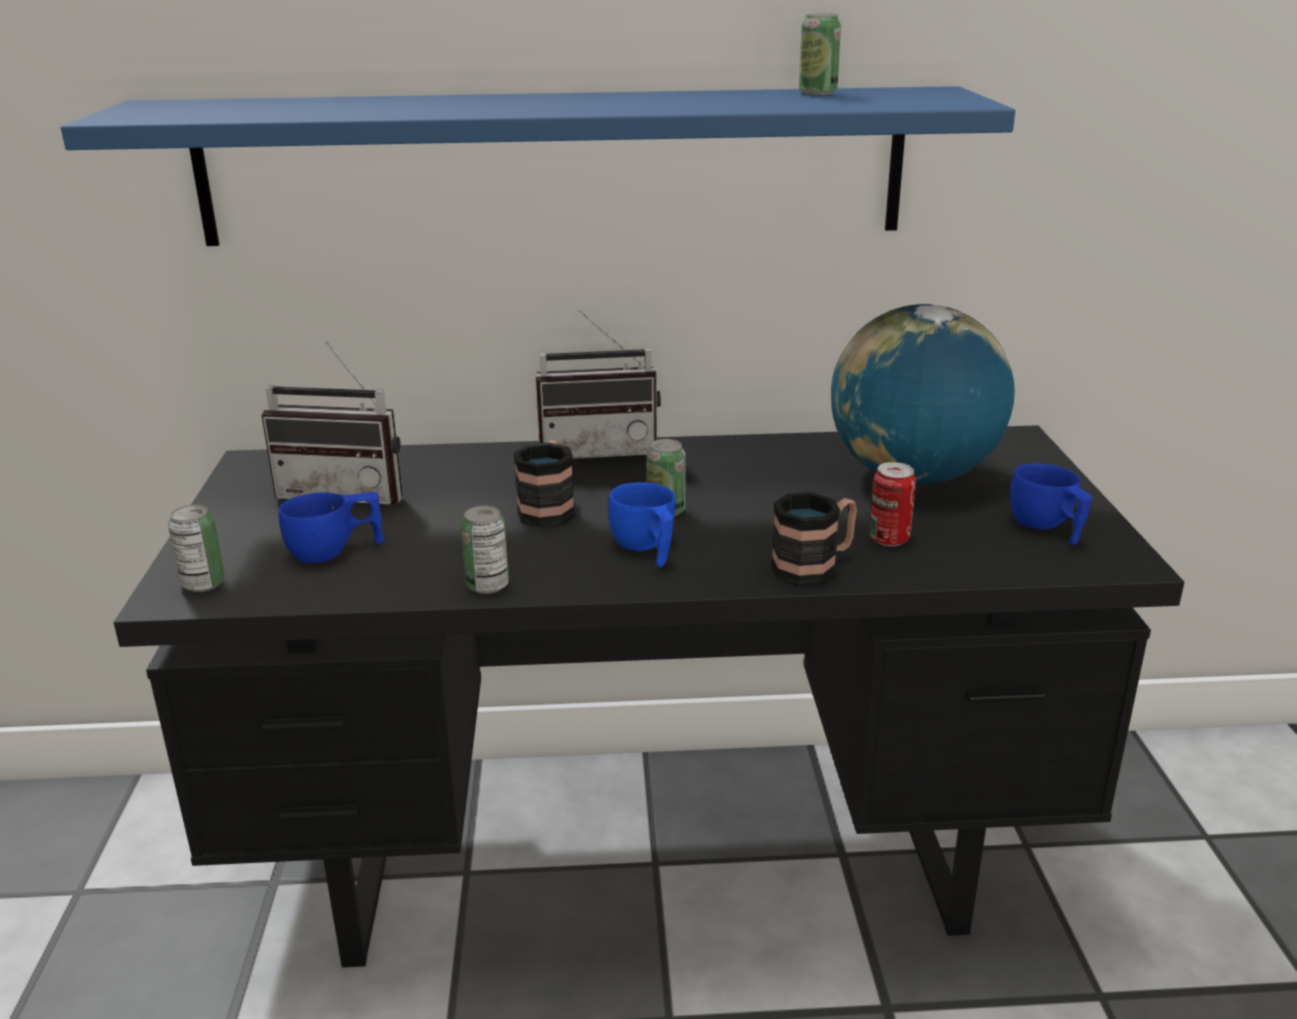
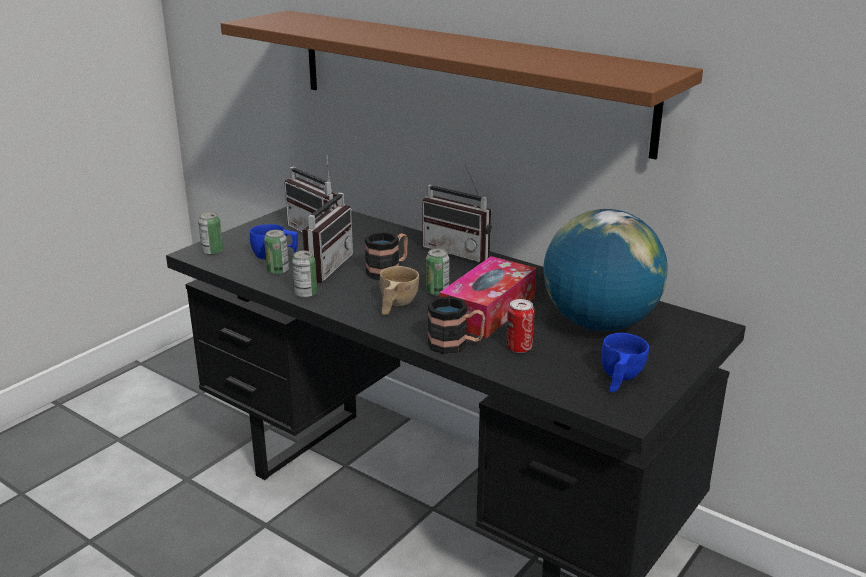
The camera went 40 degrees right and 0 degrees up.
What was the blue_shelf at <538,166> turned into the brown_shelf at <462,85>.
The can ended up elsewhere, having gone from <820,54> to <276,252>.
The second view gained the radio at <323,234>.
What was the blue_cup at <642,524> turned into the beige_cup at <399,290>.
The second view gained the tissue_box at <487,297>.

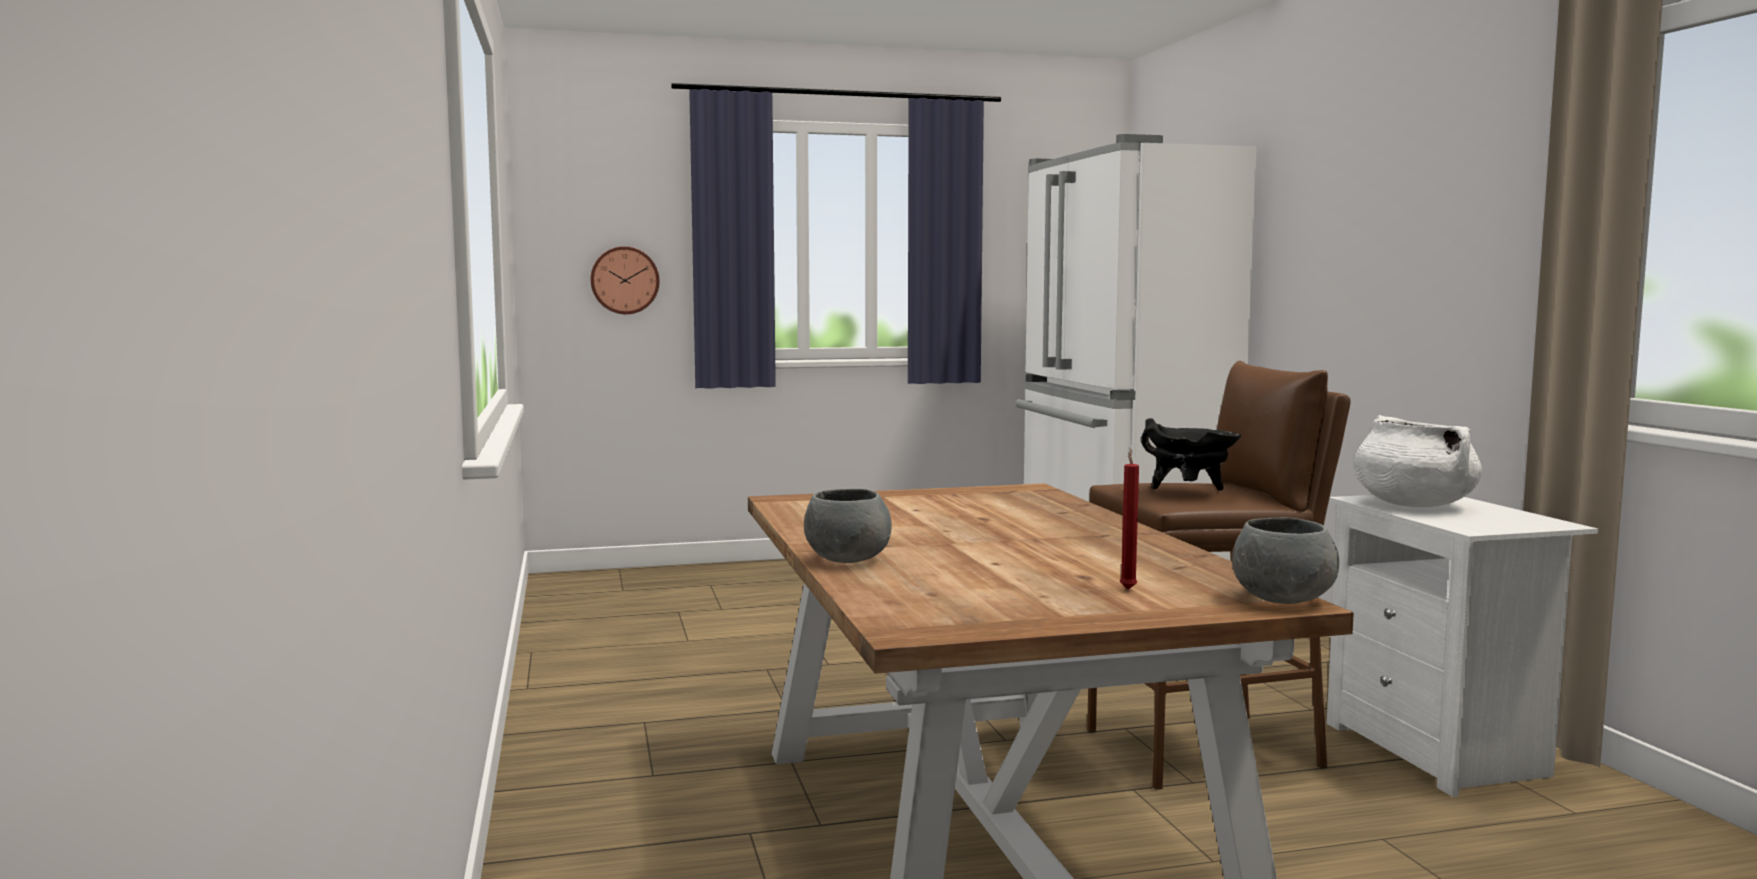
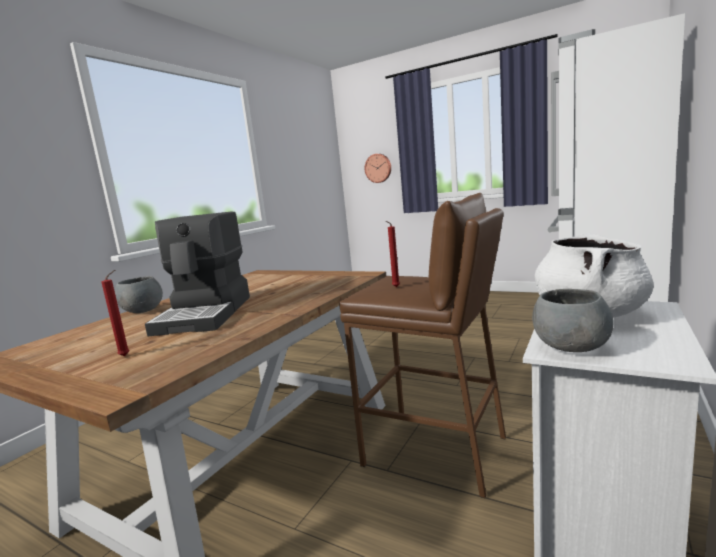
The camera went 45 degrees right and 5 degrees up.
The second view gained the coffee_machine at <197,273>.
Where the black_cooking_pot stood at <1191,454>, the red_candle came to stand at <393,254>.
The grey_bowl ended up elsewhere, having gone from <1285,561> to <573,320>.

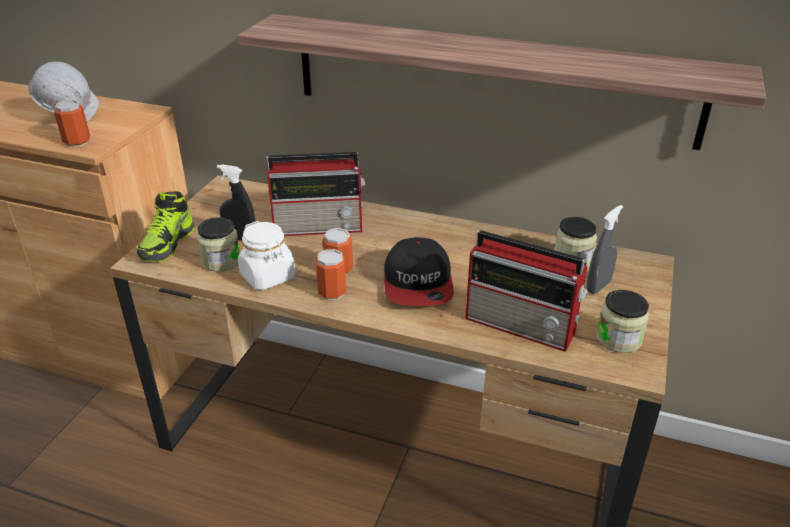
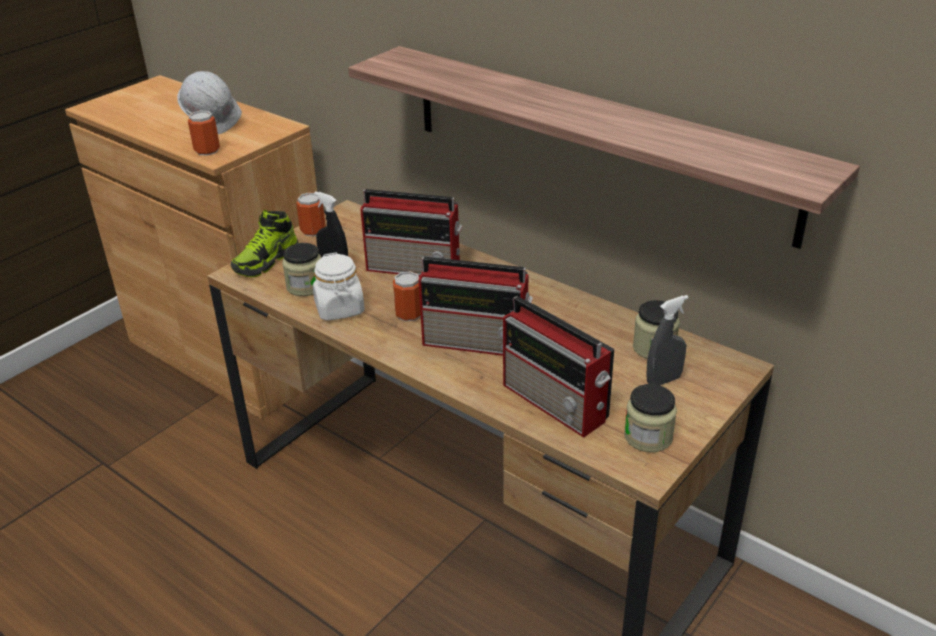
The camera went 20 degrees right and 0 degrees up.
The can ended up elsewhere, having gone from <331,274> to <311,215>.
Where the cap stood at <419,271>, the radio came to stand at <476,306>.

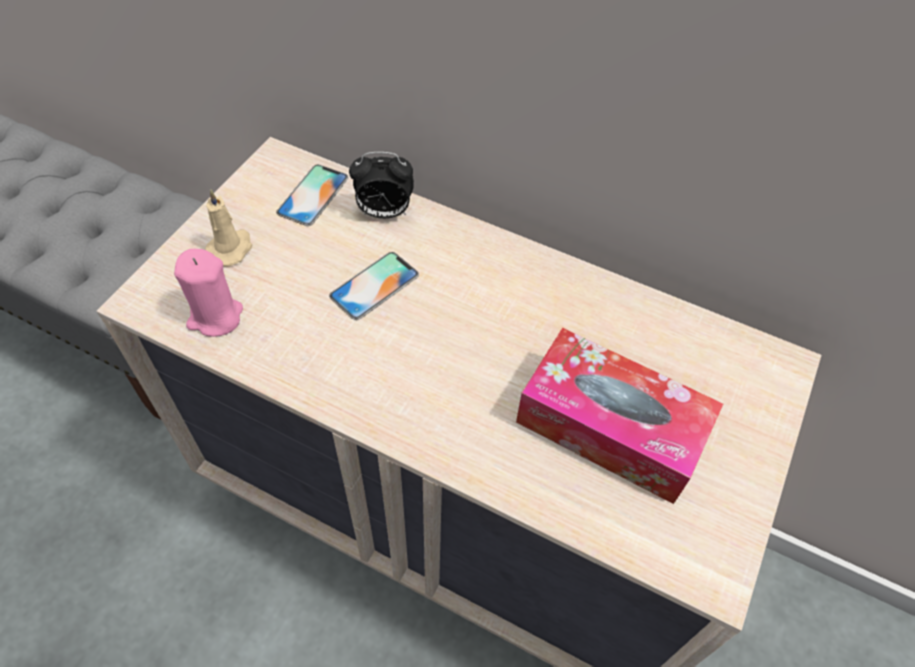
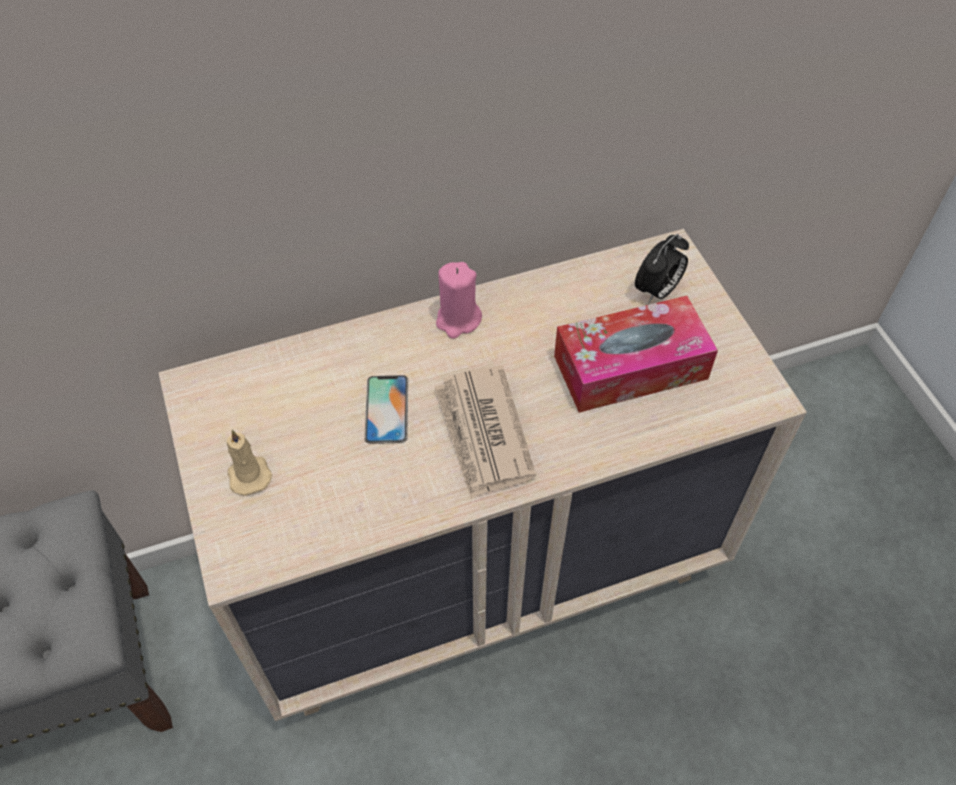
The camera went 45 degrees left and 0 degrees up.
The second view gained the newspaper at <485,432>.
The pink_candle ended up elsewhere, having gone from <208,293> to <459,300>.
The alarm_clock ended up elsewhere, having gone from <381,185> to <662,268>.
The second view lost the phone at <312,195>.

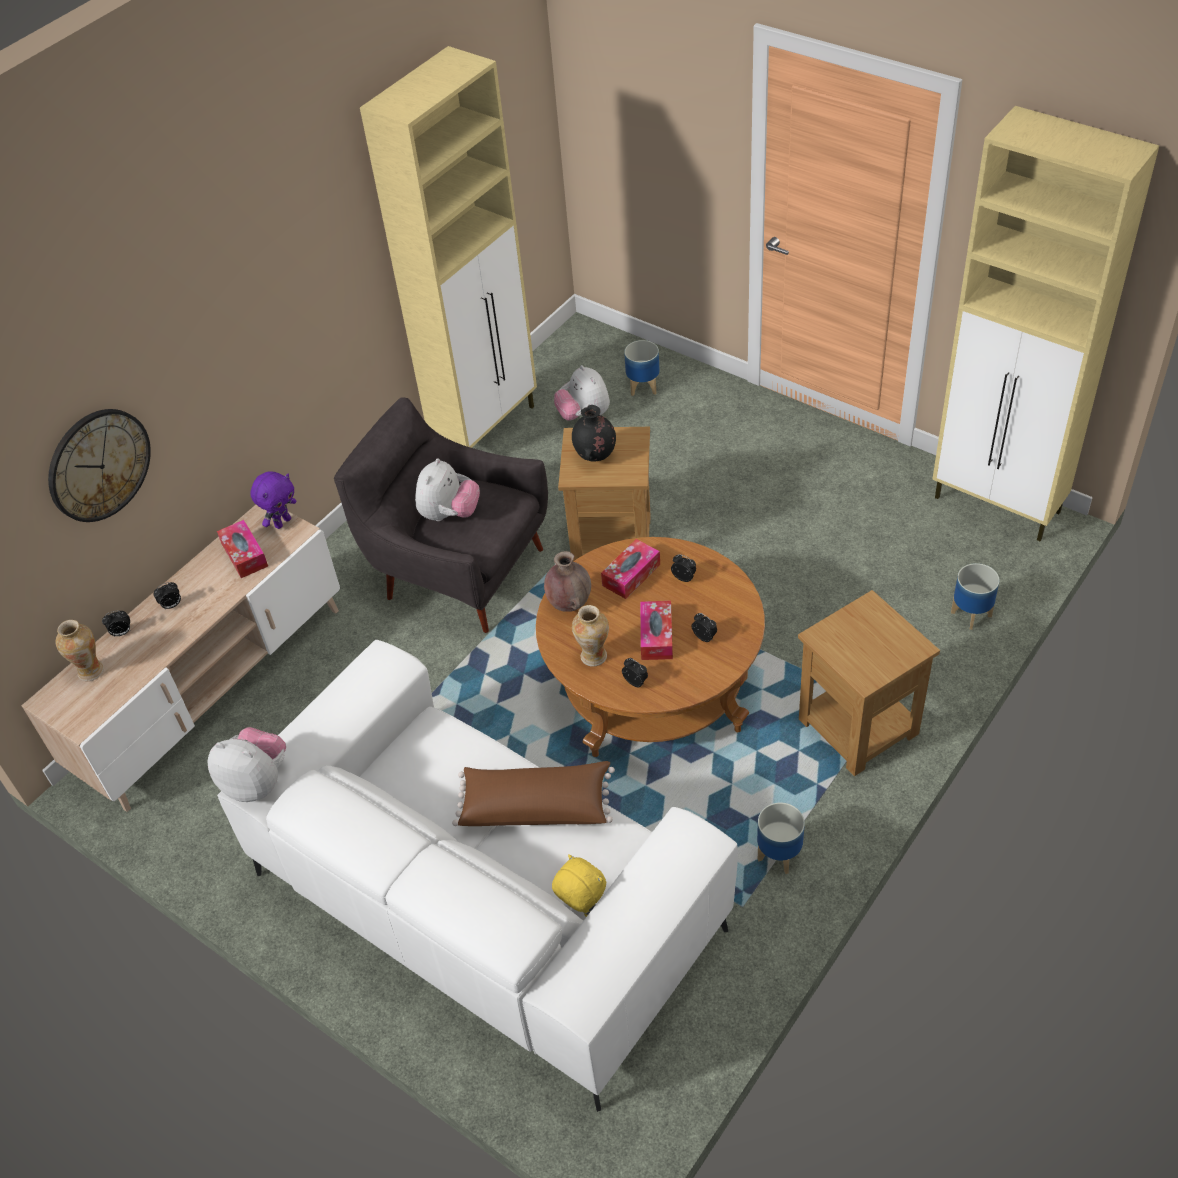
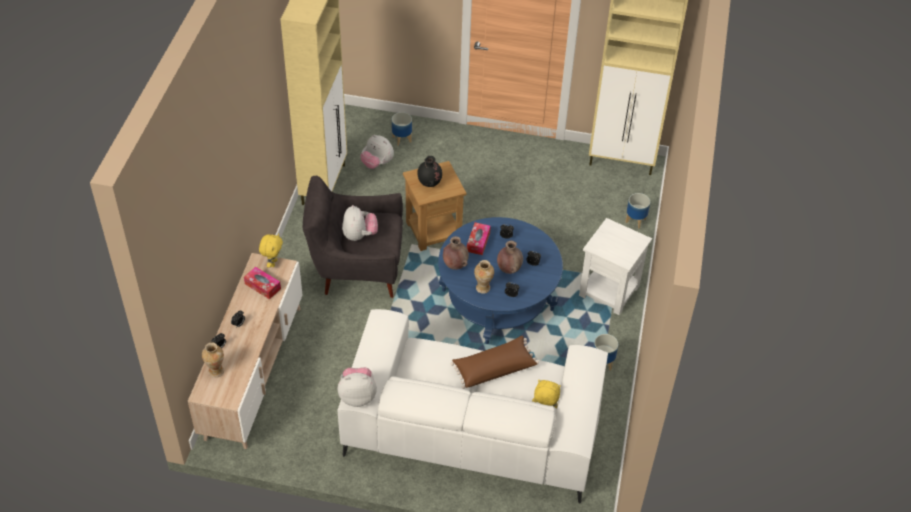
The camera went 30 degrees left and 0 degrees up.
What was the purple_plush_toy at <273,500> turned into the yellow_plush_toy at <271,250>.
What was the brown_coffee_table at <650,647> turned into the blue_coffee_table at <500,280>.
Where the tissue_box stood at <656,630>, the brown_vase came to stand at <510,257>.
What was the brown_side_table at <869,683> turned into the white_side_table at <615,266>.
The second view lost the wall_clock at <99,465>.

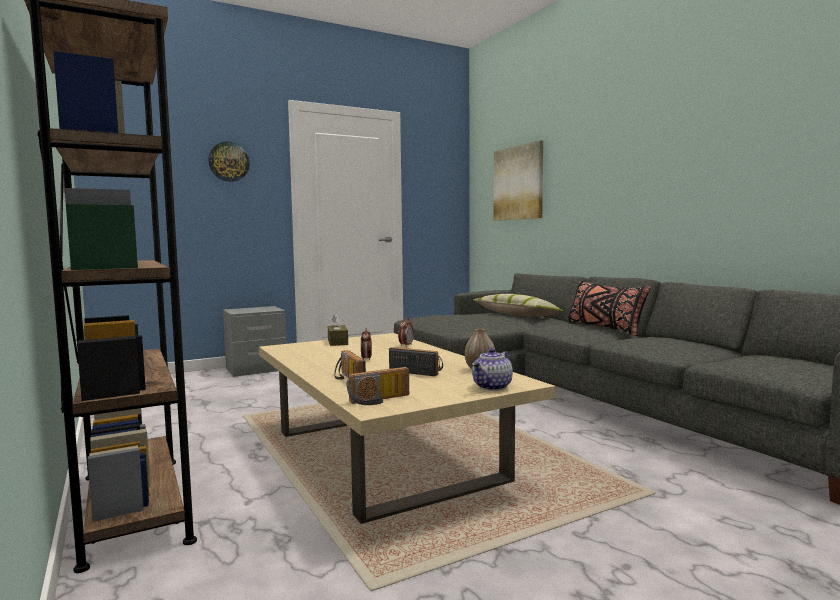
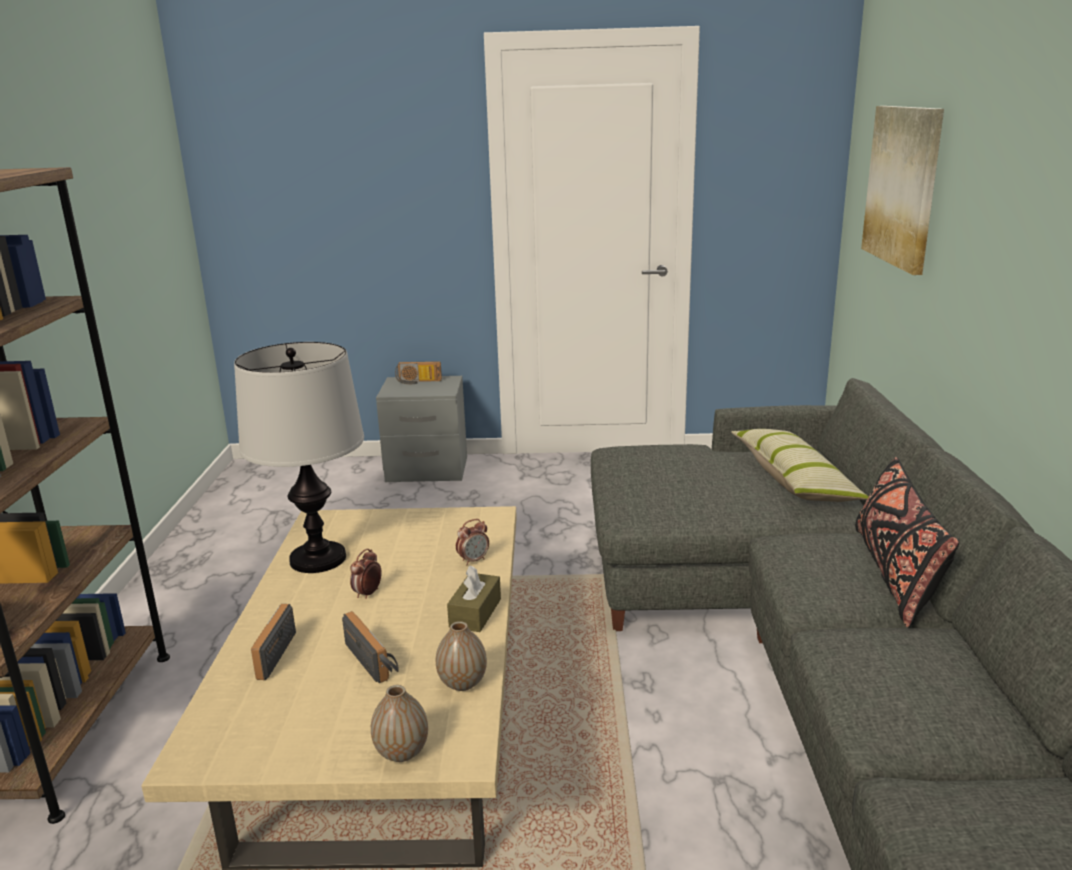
The camera went 30 degrees right and 15 degrees up.
The second view gained the table_lamp at <299,457>.
Where the teapot stood at <492,369>, the vase came to stand at <399,723>.
The radio ended up elsewhere, having gone from <377,386> to <418,372>.
The brown_tissue_box ended up elsewhere, having gone from <338,330> to <474,598>.
The second view lost the wall_clock at <229,162>.

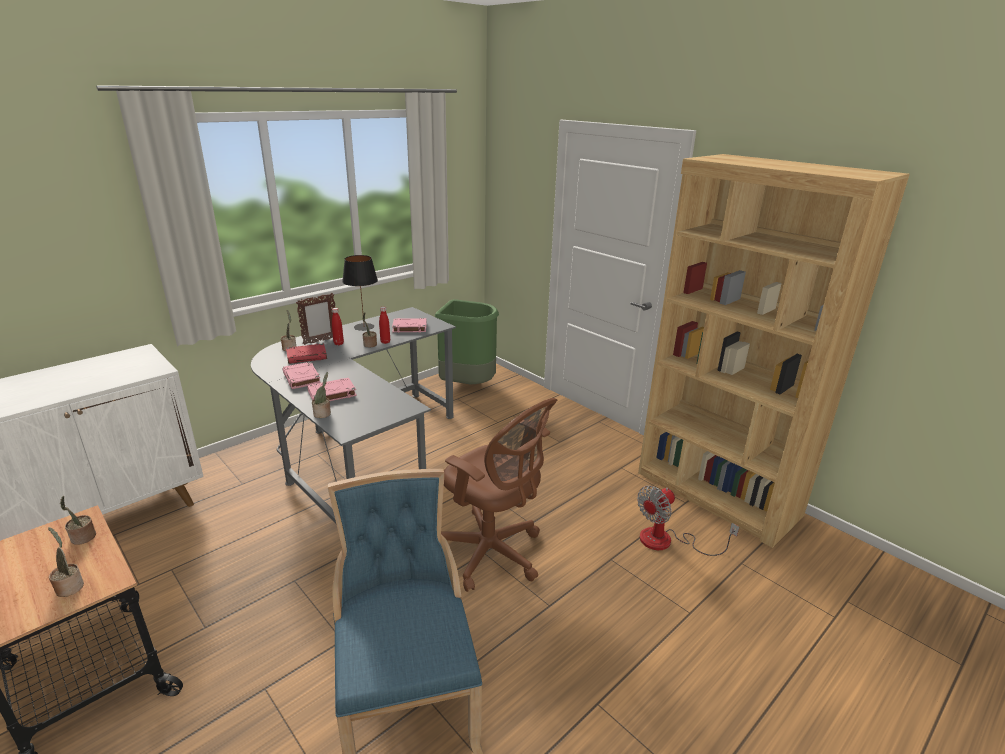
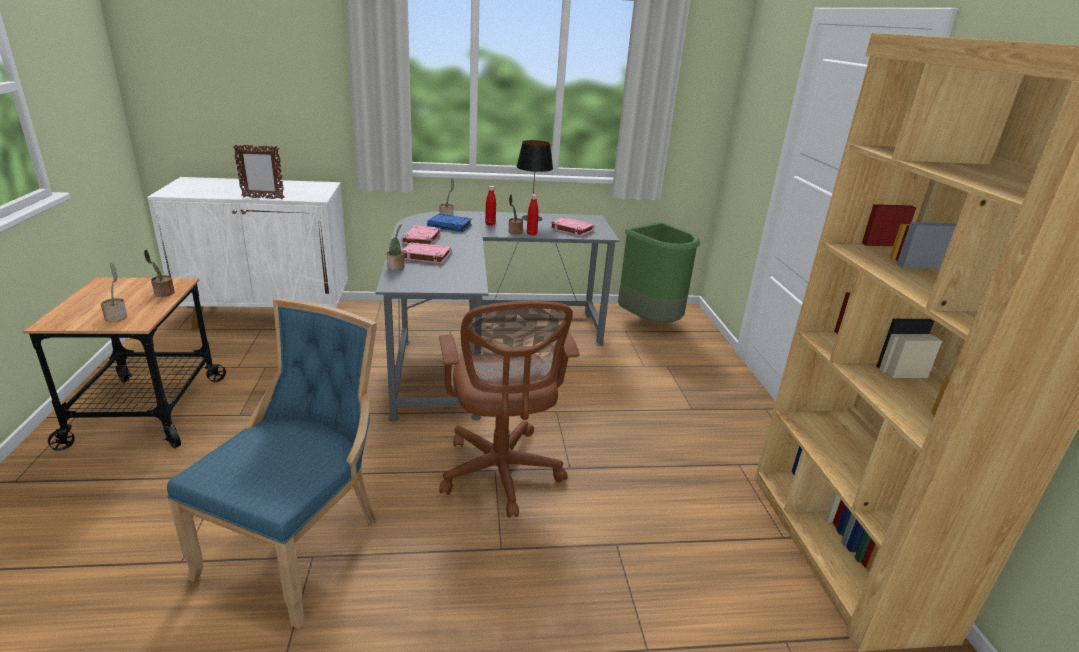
The camera went 35 degrees right and 0 degrees up.
The picture_frame ended up elsewhere, having gone from <315,319> to <259,171>.
What was the red_book at <306,353> turned into the blue_book at <449,223>.
The second view lost the fan at <688,521>.

